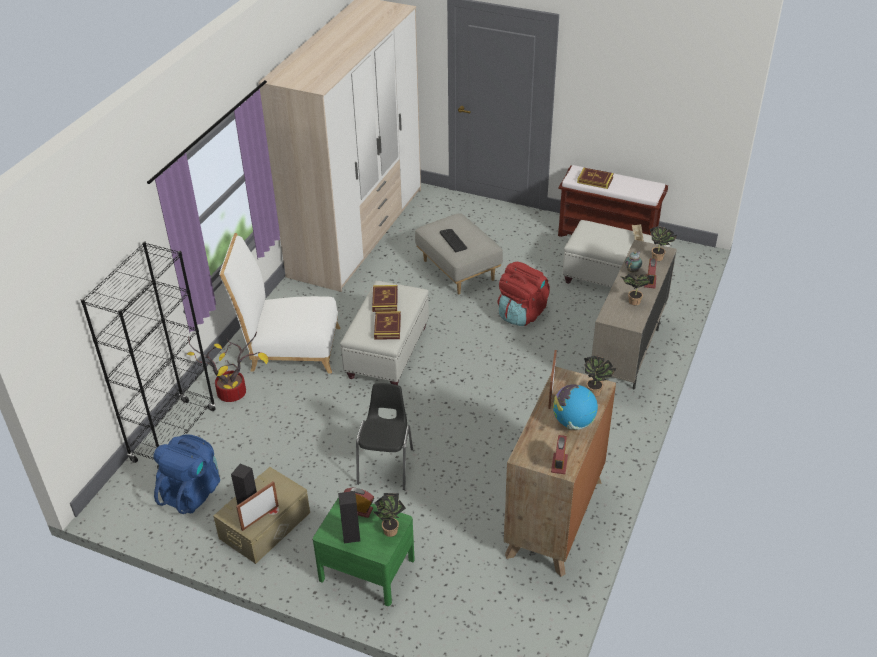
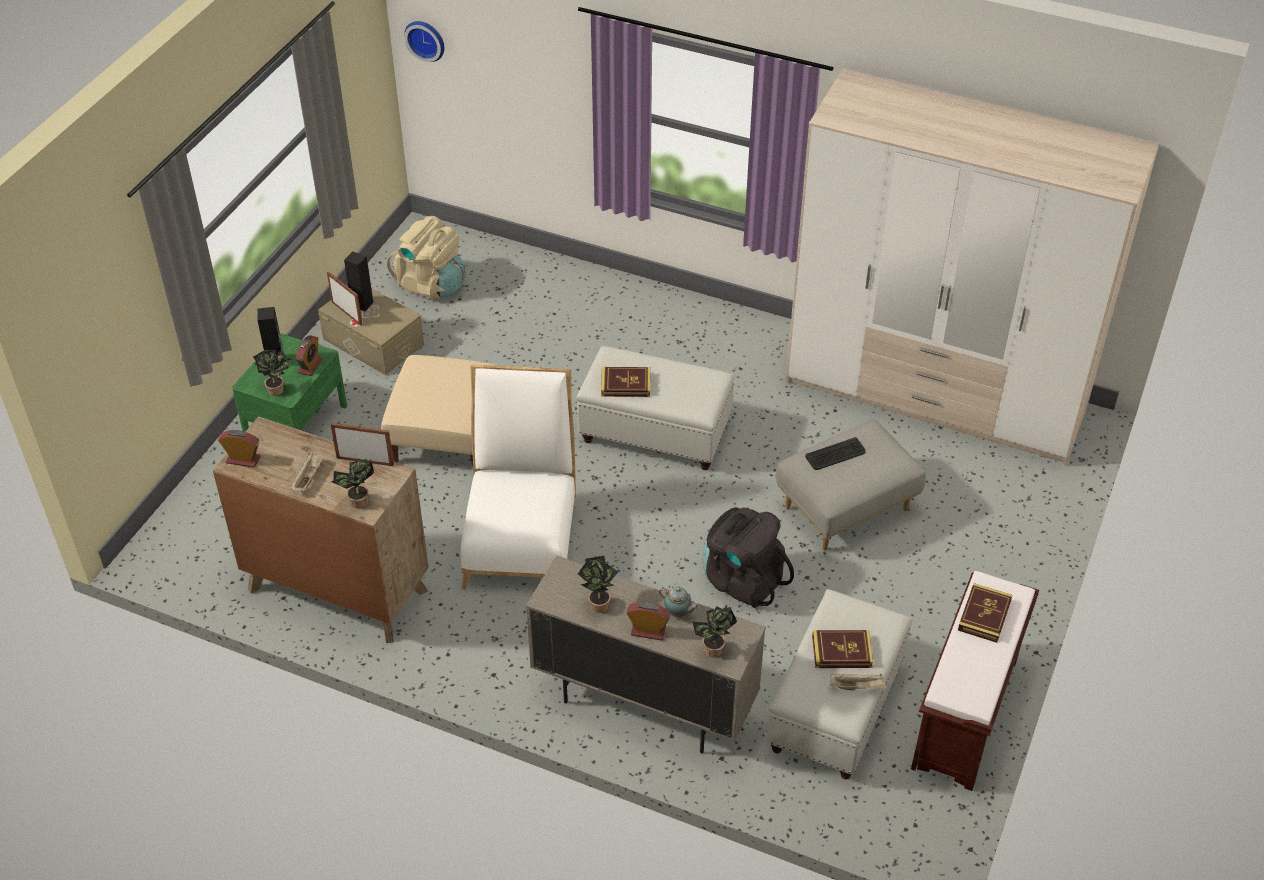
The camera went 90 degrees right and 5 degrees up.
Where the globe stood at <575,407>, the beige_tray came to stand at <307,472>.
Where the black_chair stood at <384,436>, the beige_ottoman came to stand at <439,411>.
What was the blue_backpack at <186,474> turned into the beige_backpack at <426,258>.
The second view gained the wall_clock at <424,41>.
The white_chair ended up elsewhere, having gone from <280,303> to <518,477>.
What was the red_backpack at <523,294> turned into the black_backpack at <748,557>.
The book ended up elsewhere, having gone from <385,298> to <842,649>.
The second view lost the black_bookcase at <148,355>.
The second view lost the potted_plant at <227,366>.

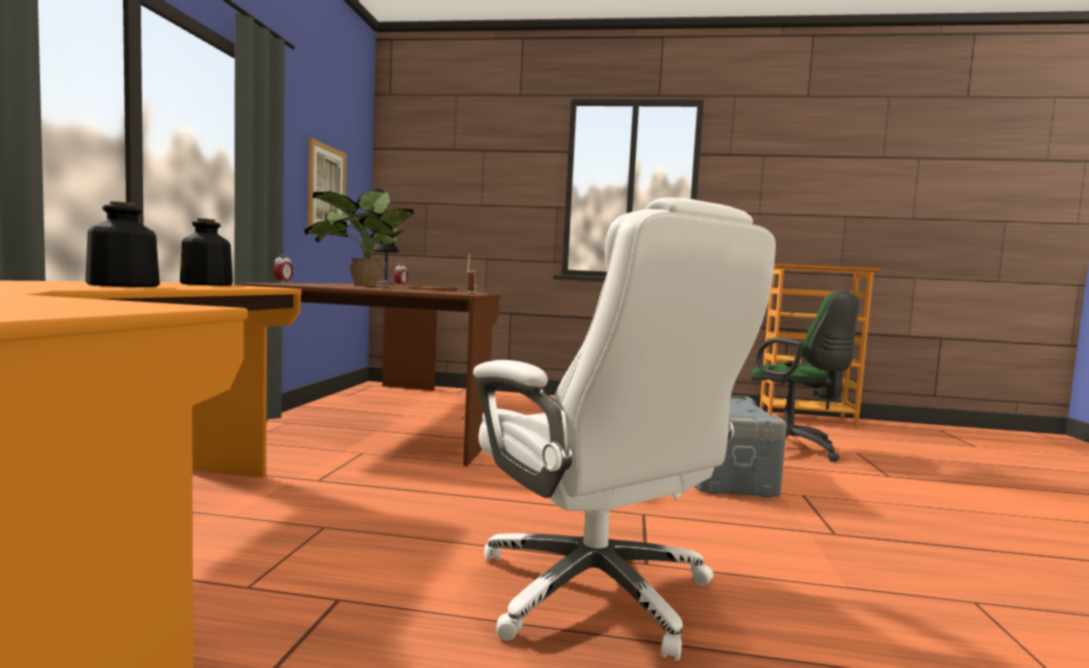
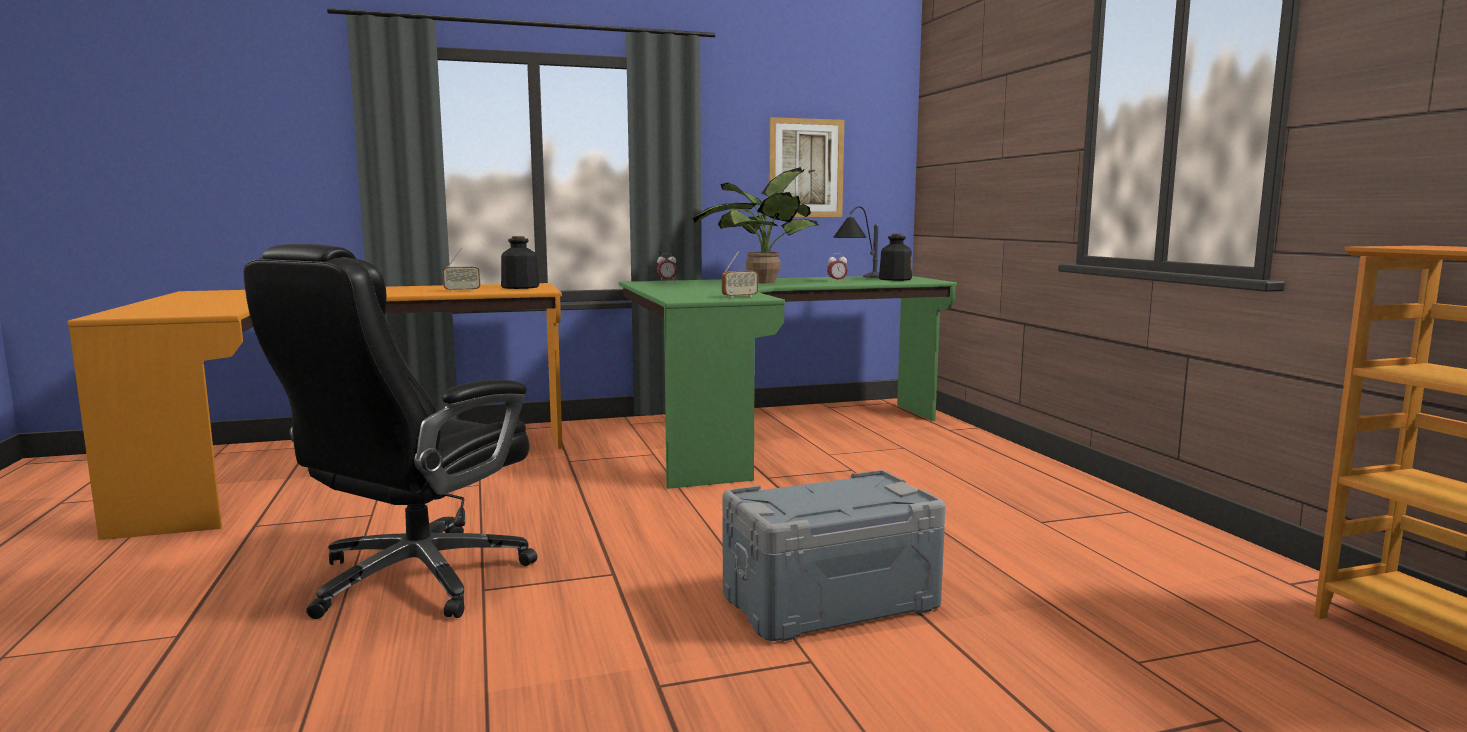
The camera went 65 degrees right and 5 degrees up.
What was the white_office_chair at <624,429> turned into the black_office_chair at <391,431>.
The second view gained the radio at <461,270>.
What was the brown_desk at <370,374> turned into the green_desk at <788,382>.
The bottle ended up elsewhere, having gone from <122,244> to <895,257>.
The second view lost the green_office_chair at <805,376>.

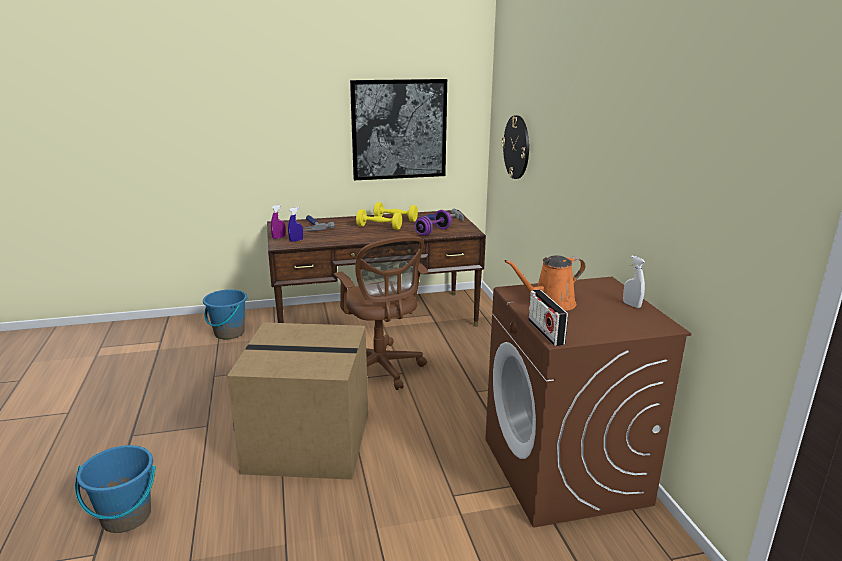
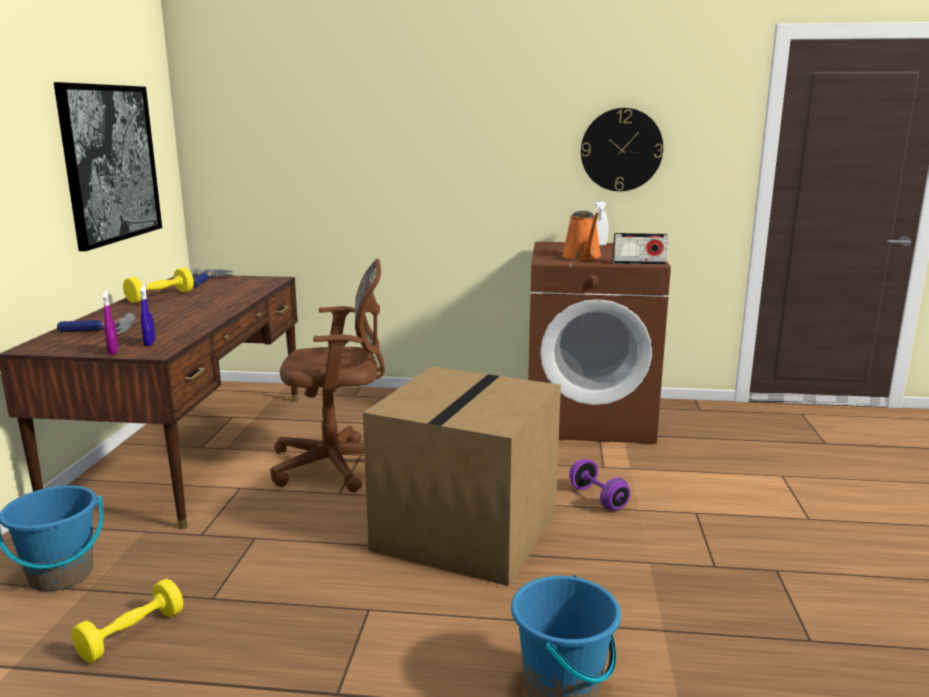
The camera went 70 degrees left and 5 degrees down.
The yellow_dumbbell ended up elsewhere, having gone from <379,219> to <127,621>.
The purple_dumbbell ended up elsewhere, having gone from <433,223> to <600,484>.
The wall_clock ended up elsewhere, having gone from <515,147> to <622,149>.

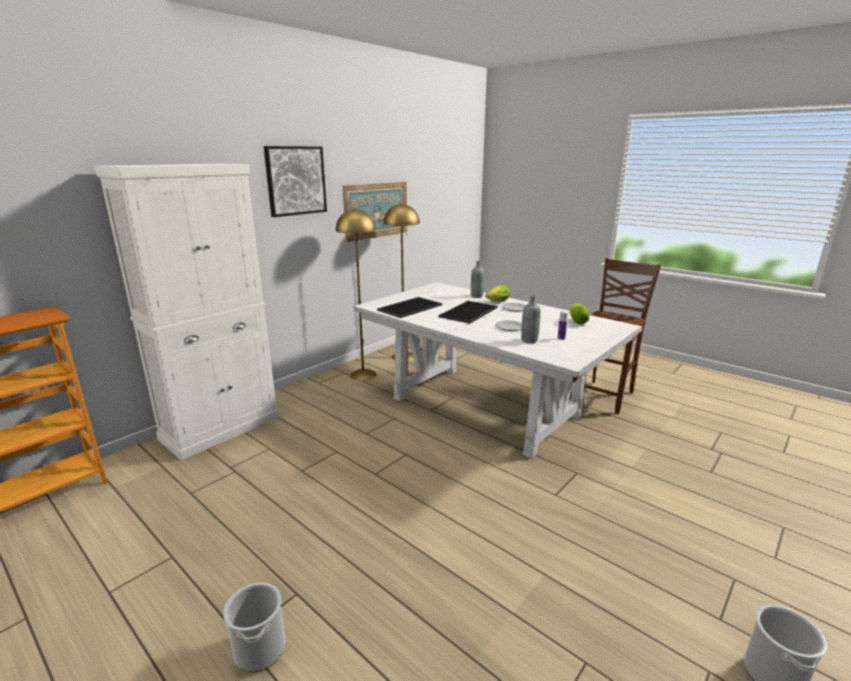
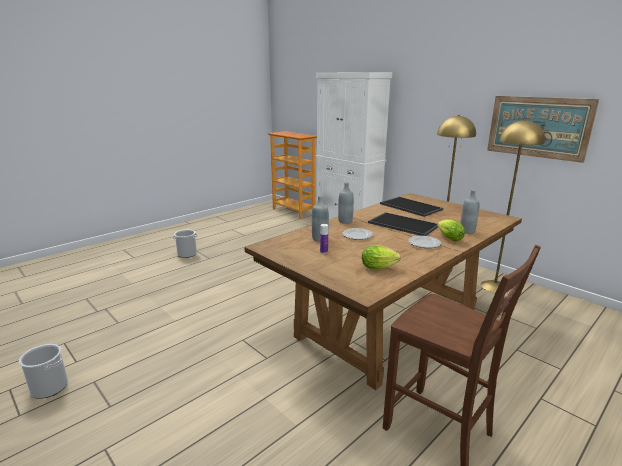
The camera went 95 degrees right and 0 degrees up.
What was the white_dining_table at <498,370> turned into the brown_dining_table at <383,291>.
The second view gained the grey_bottle at <346,203>.
The second view lost the picture at <295,181>.

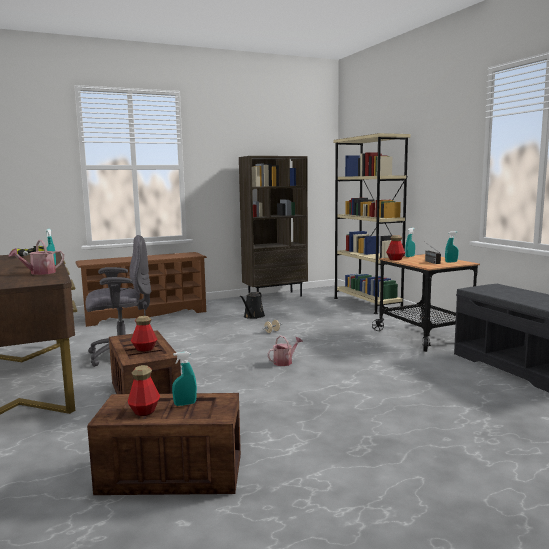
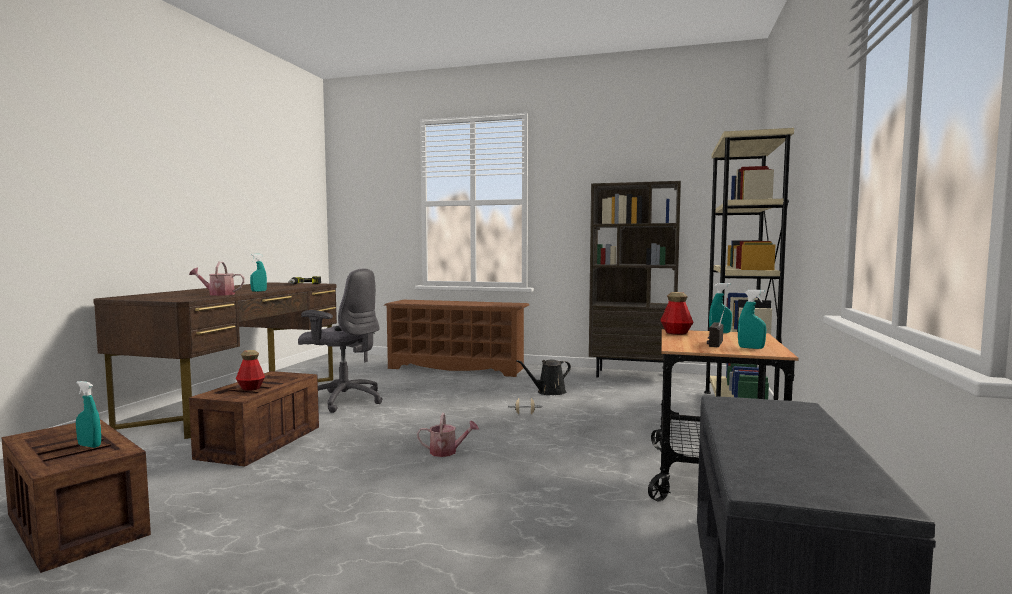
The camera went 40 degrees right and 5 degrees down.
The second view lost the bottle at <144,390>.

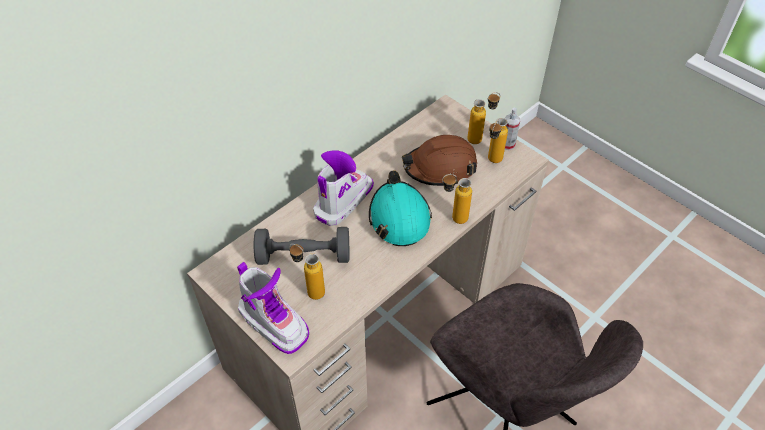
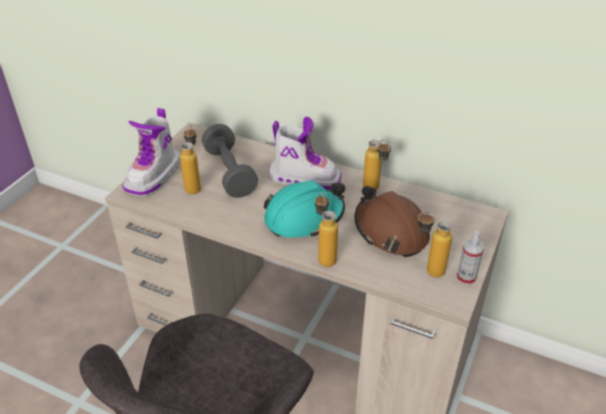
The camera went 70 degrees right and 10 degrees down.
The bottle ended up elsewhere, having gone from <483,118> to <377,165>.

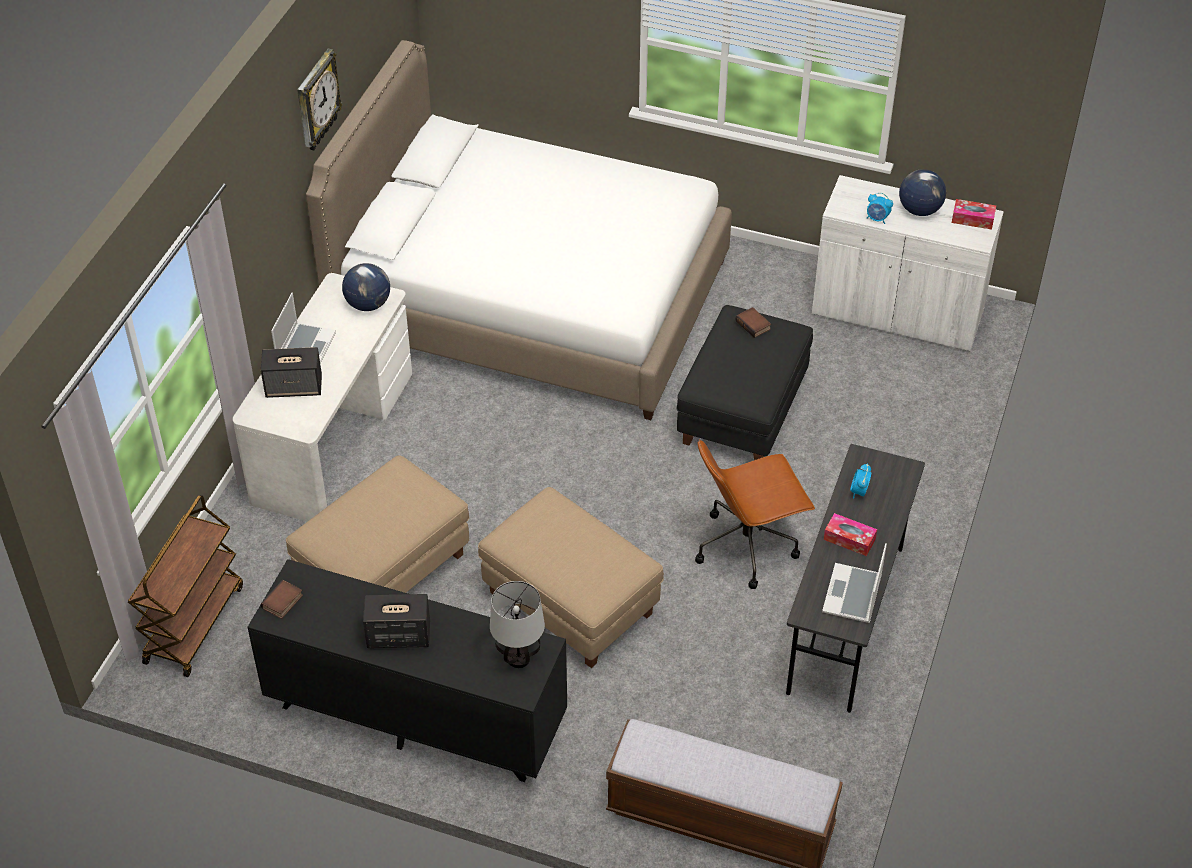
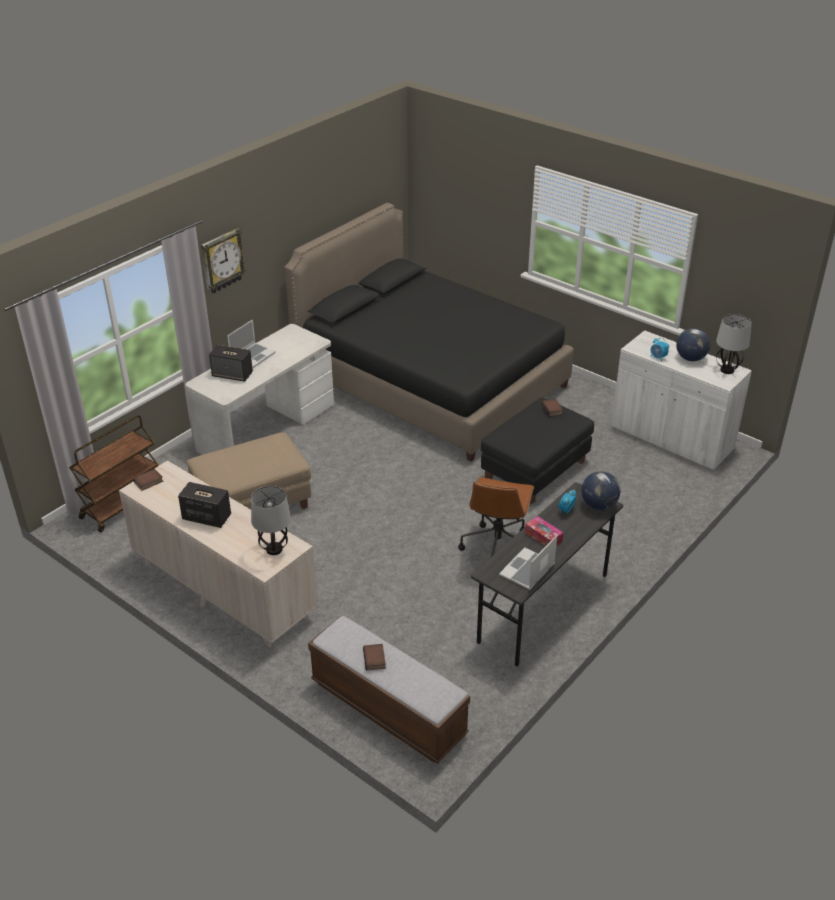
The camera went 20 degrees right and 10 degrees down.
What was the black_dresser at <407,670> turned into the beige_dresser at <218,554>.
The wall_clock ended up elsewhere, having gone from <320,99> to <223,260>.
What was the white_bed at <519,230> turned into the black_bed at <429,332>.
The second view gained the book at <374,657>.
The brown_office_chair at <755,514> ended up facing another way, 75 degrees counterclockwise from before.
The globe ended up elsewhere, having gone from <366,287> to <600,490>.
Where the tissue_box stood at <974,214>, the table_lamp came to stand at <734,344>.
The second view lost the beige_ottoman at <571,577>.

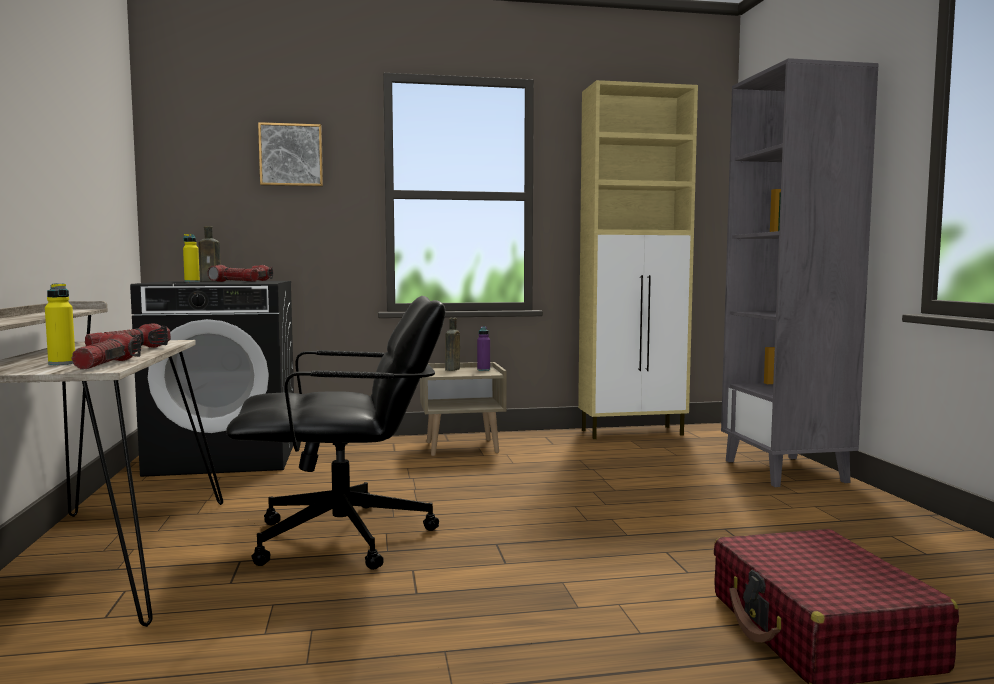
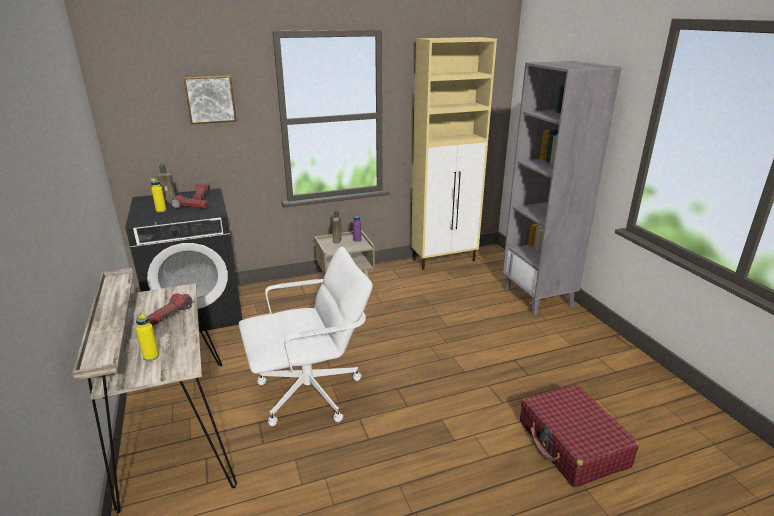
The camera went 10 degrees left and 20 degrees up.
What was the black_office_chair at <336,433> turned into the white_office_chair at <306,336>.
The second view lost the flashlight at <106,351>.

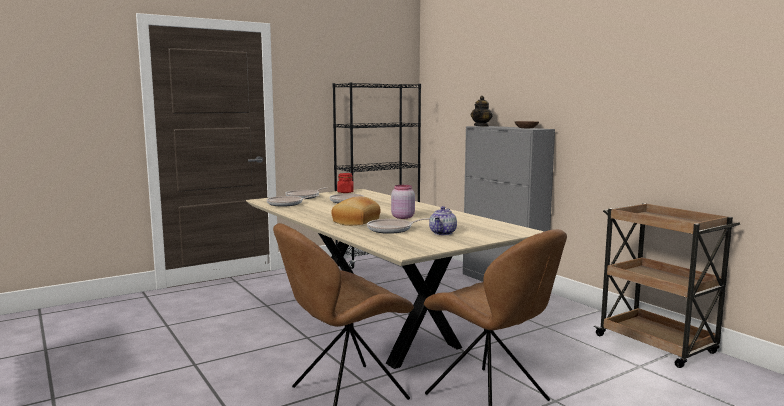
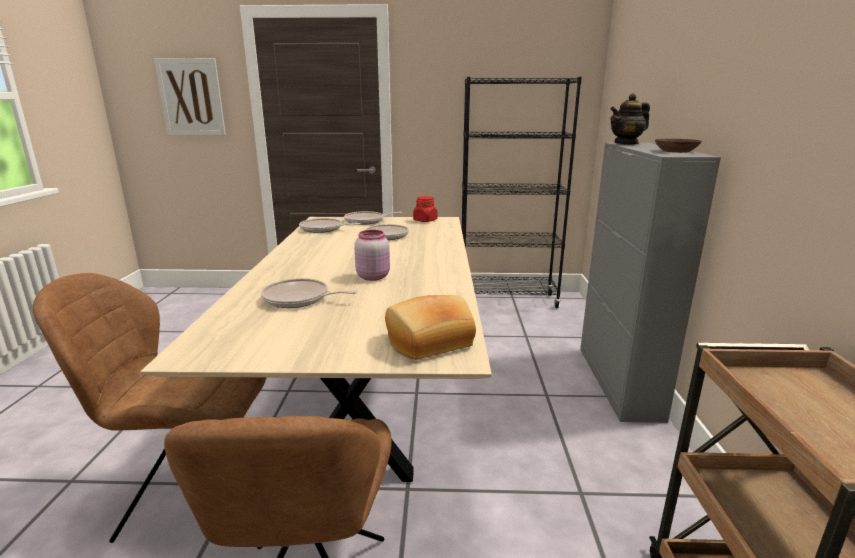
The camera went 35 degrees right and 10 degrees up.
The second view gained the picture at <190,96>.
The bread ended up elsewhere, having gone from <356,211> to <430,327>.
The second view lost the teapot at <443,220>.

